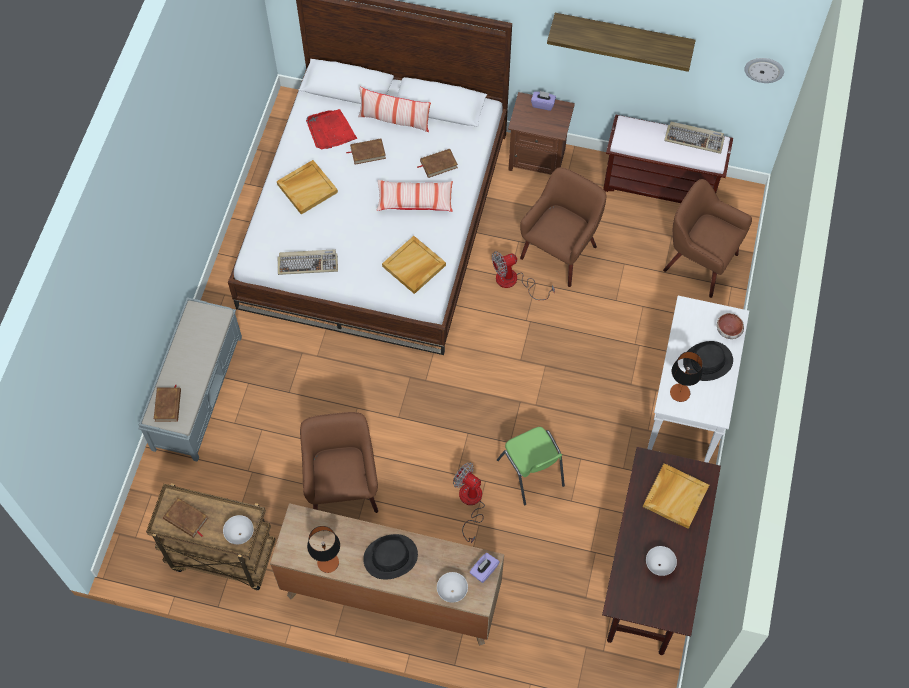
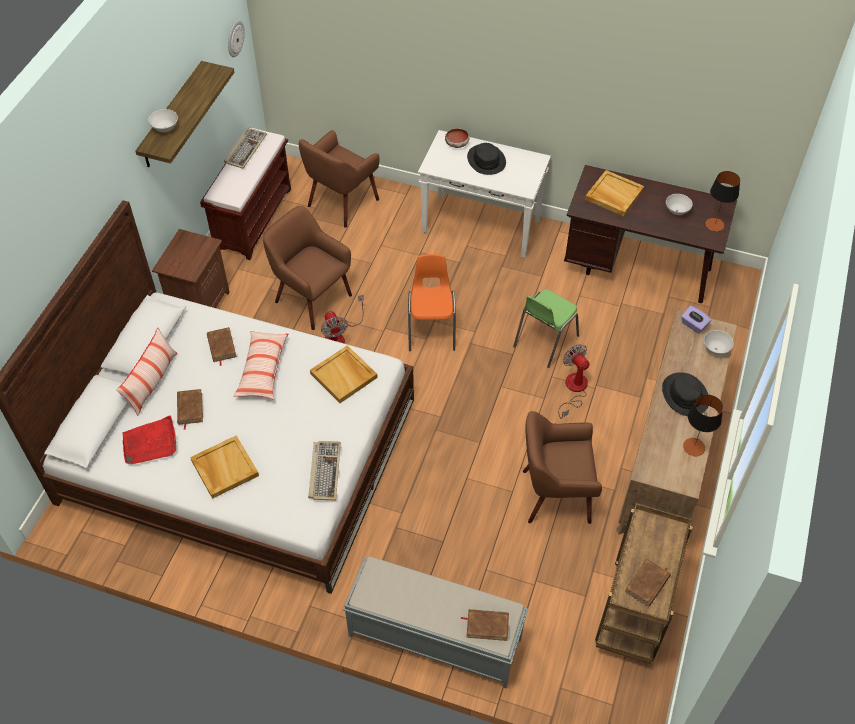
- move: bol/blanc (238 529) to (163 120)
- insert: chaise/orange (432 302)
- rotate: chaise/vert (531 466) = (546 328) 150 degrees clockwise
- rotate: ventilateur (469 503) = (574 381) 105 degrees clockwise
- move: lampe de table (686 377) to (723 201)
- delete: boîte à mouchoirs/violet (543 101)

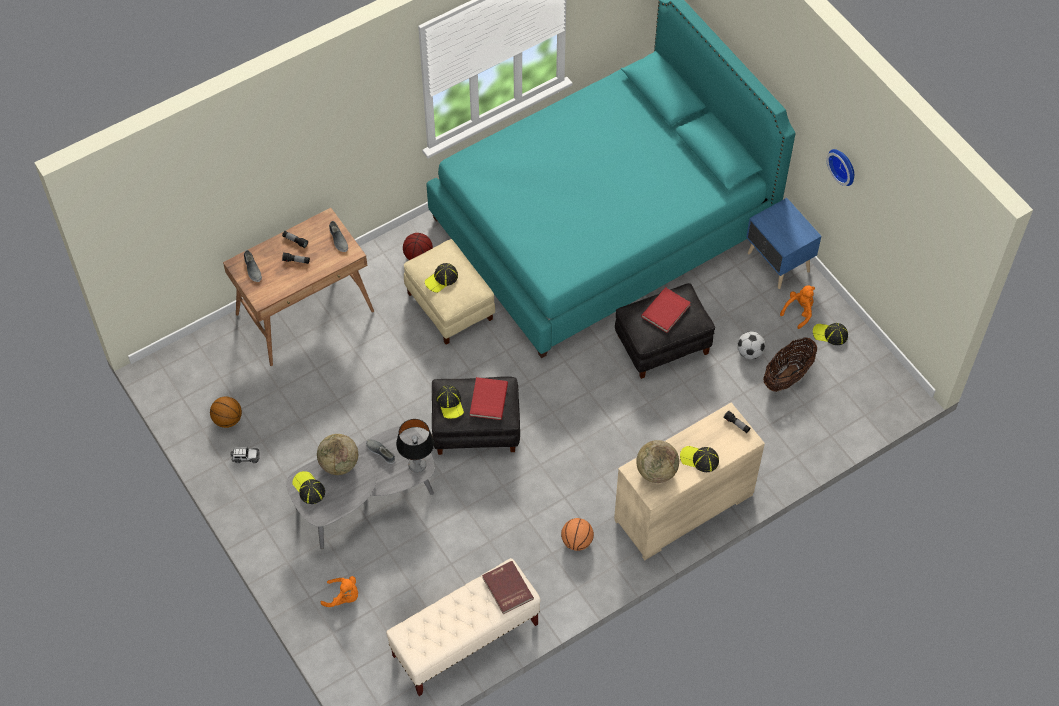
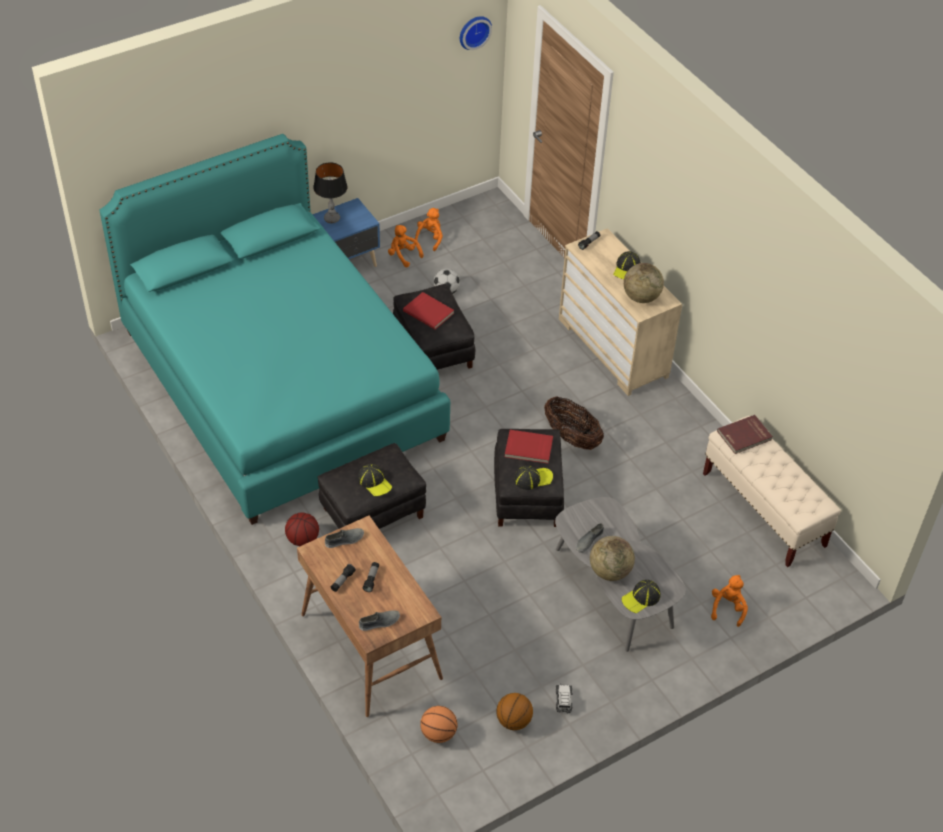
- move: lampe de table (415 446) to (330 192)
- recolor: pouf/beige (449 292) to pouf/noir (371 486)
- replace: casquette (830 334) to peluche/orange (428 229)
- move: ballon de basket (577 534) to (438 724)
- move: horloge murale (840 167) to (476 33)
- move: panier (790 364) to (574 423)

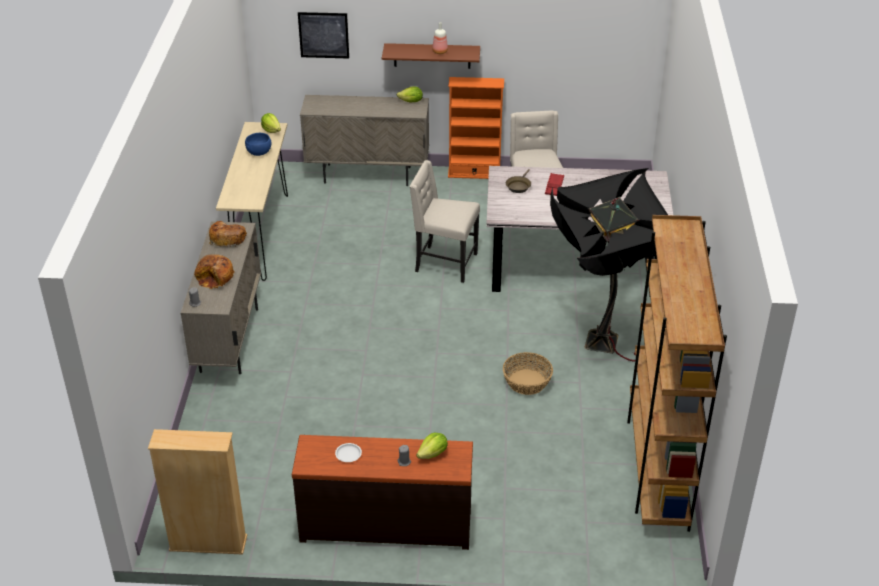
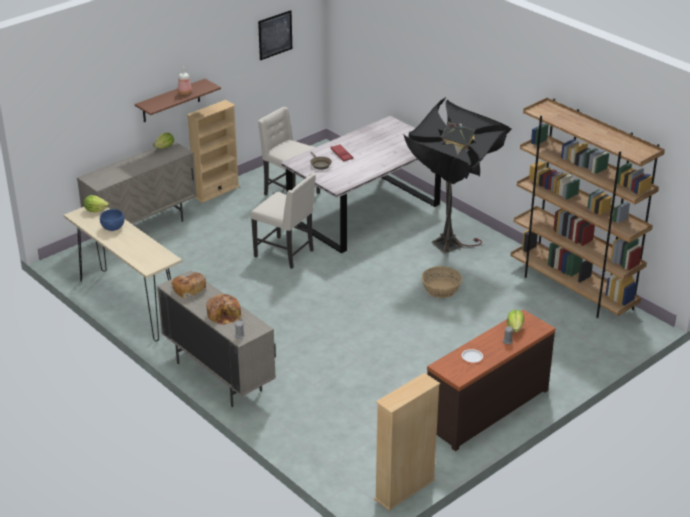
- recolor: bibliothèque/orange (476 128) to bibliothèque/beige (213 151)
- rotate: chaise/beige (444 221) = (283 221) 120 degrees counterclockwise
- move: tableau (323 35) to (275 35)

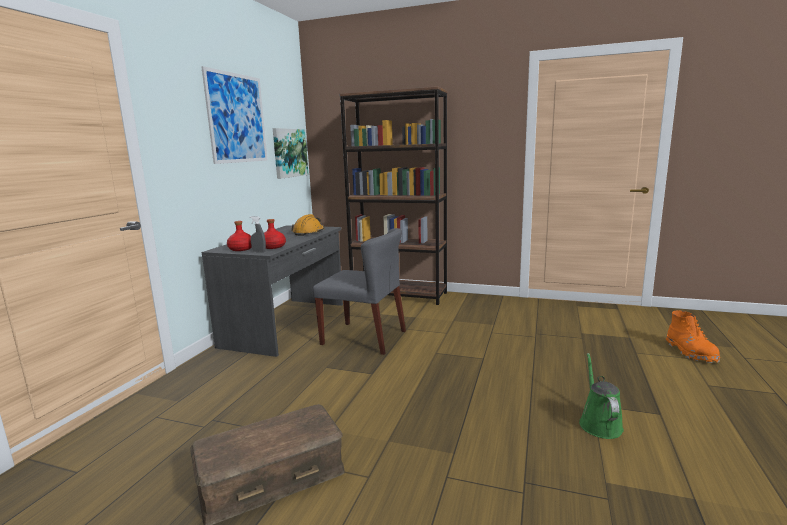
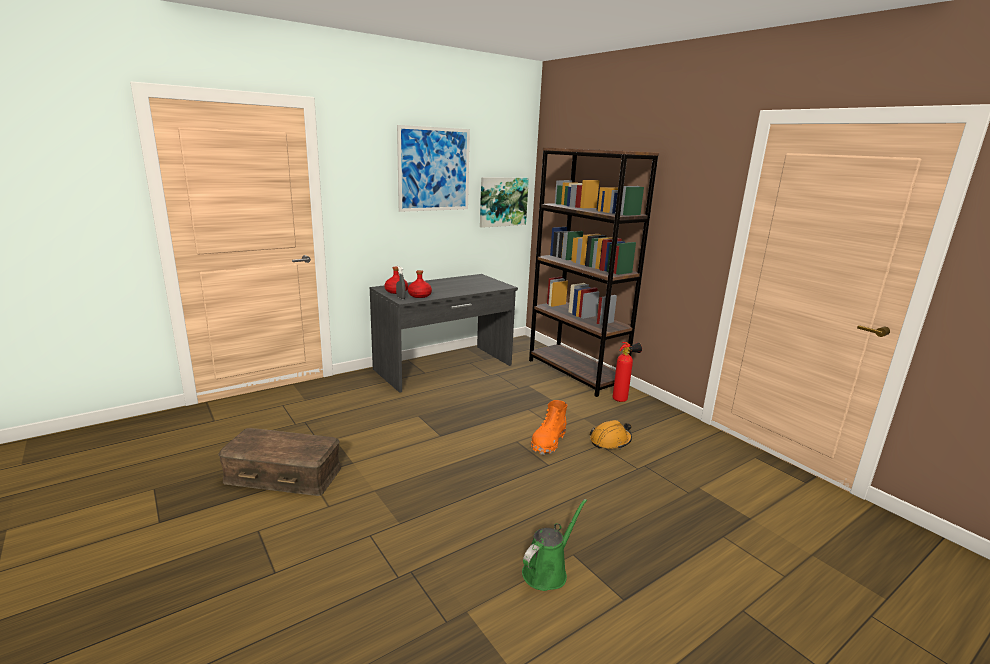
- move: botte/orange (693 336) to (549 427)
- move: casque de chantier/orange (307 225) to (610 434)
- insert: extincteur (627 372)
- delete: chaise/gris (359 291)

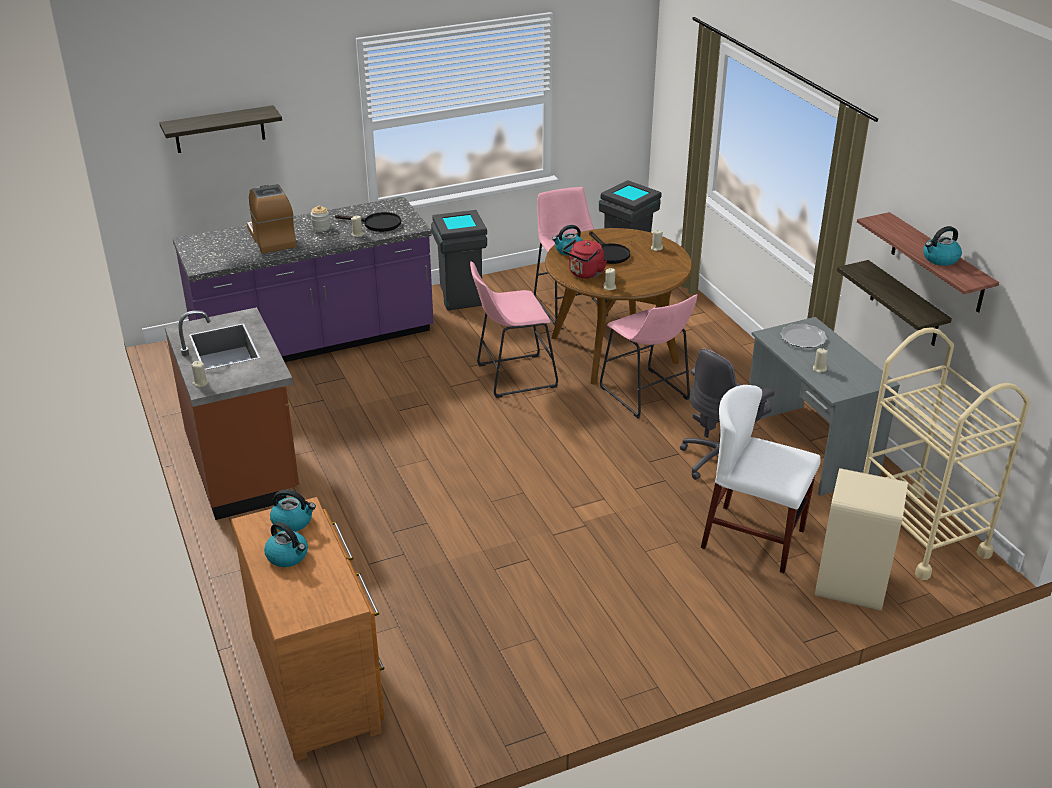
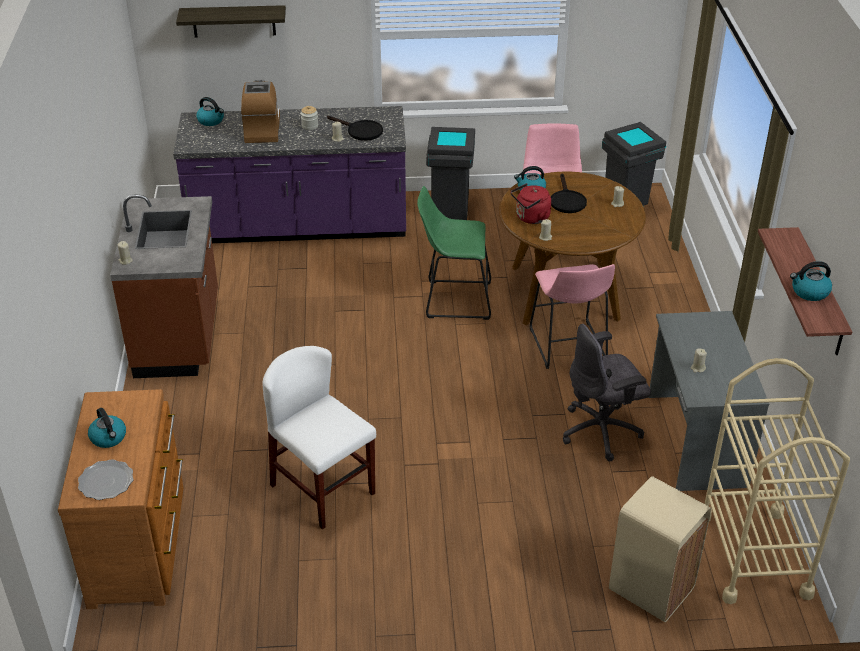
- move: assiette (803 336) to (106 479)
- move: bouilloire (293 511) to (210 111)
- move: chaise/blanc (761 479) to (319 437)
- recolor: tabouret/rose (514 329) to tabouret/vert (454 253)
- delete: étagère (894 303)

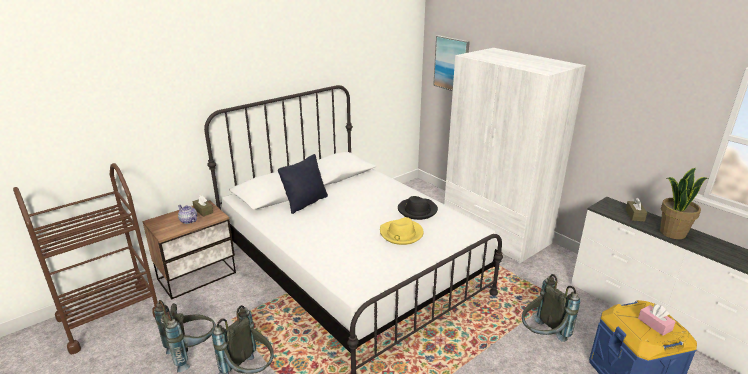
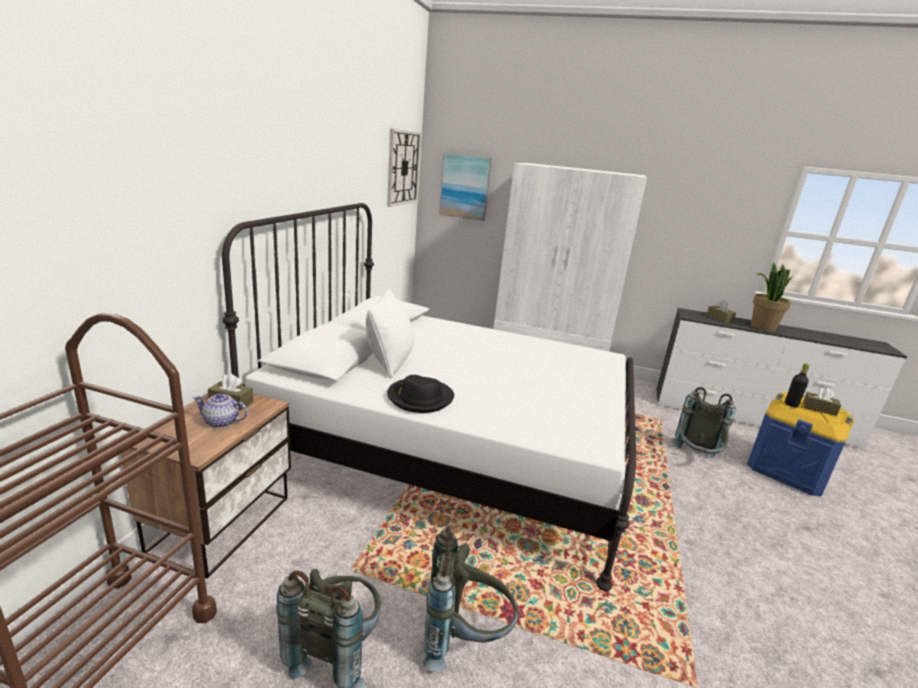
- recolor: coussin/noir (303 184) to coussin/blanc (390 333)
- insert: horloge murale (404 168)
- move: chapeau/noir (418 208) to (420 394)
- insert: bouteille/noir (797 385)
- recolor: boîte à mouchoirs/rose (657 319) to boîte à mouchoirs/marron (822 401)
- delete: chapeau/jaune (402 231)

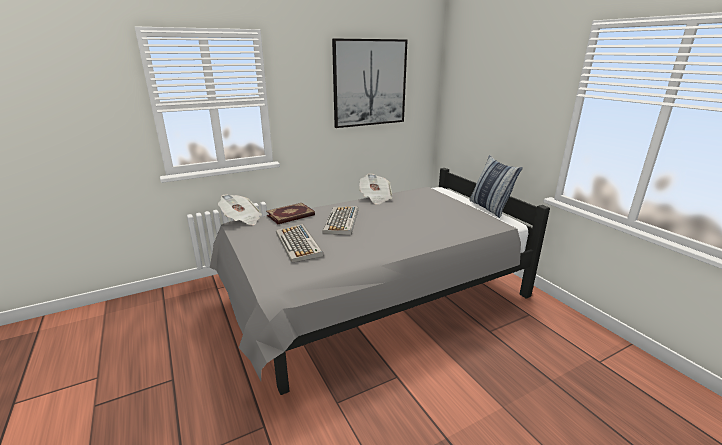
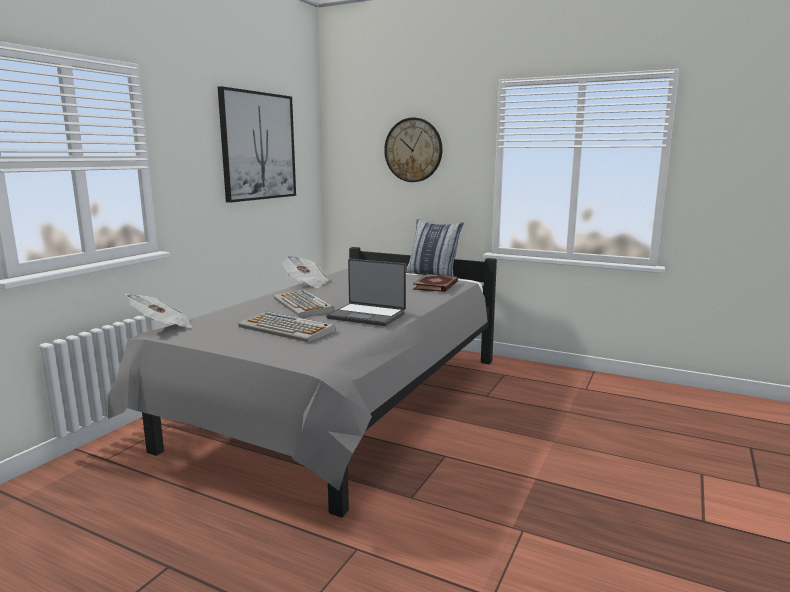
- insert: ordinateur portable (366 292)
- insert: horloge murale (413 149)
- move: livre (290 213) to (435 283)

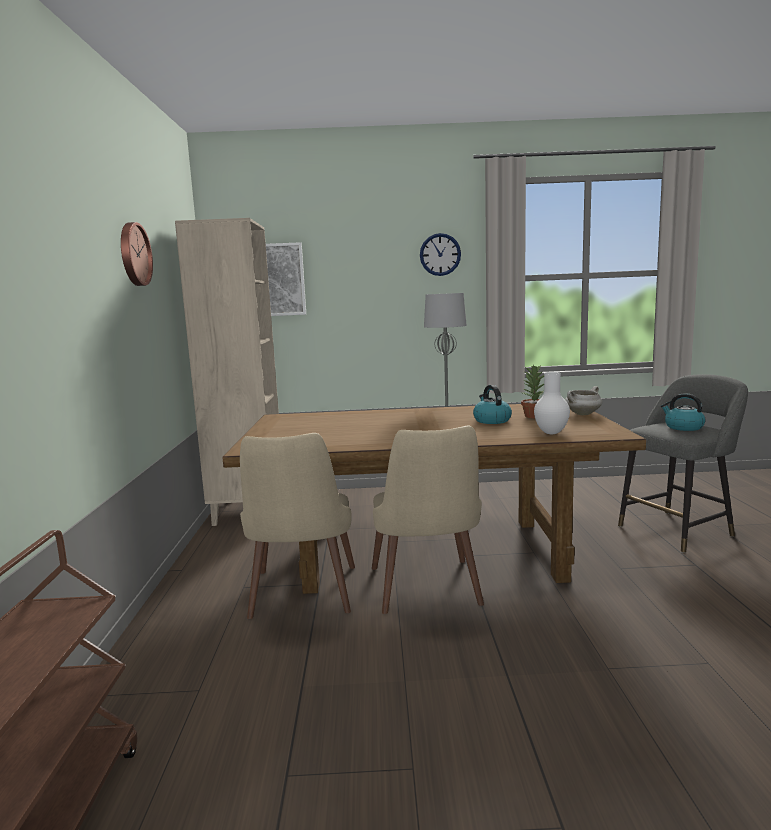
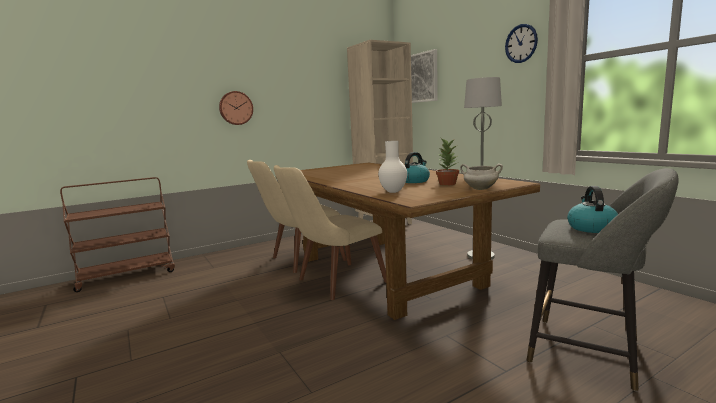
- move: horloge murale (137 254) to (236 108)

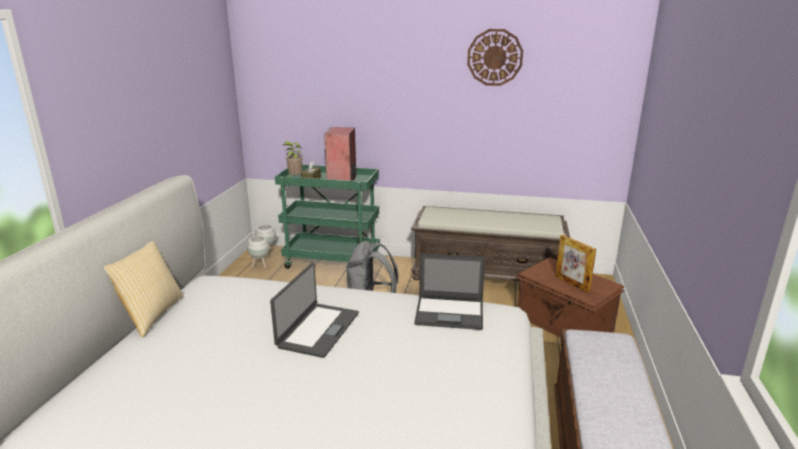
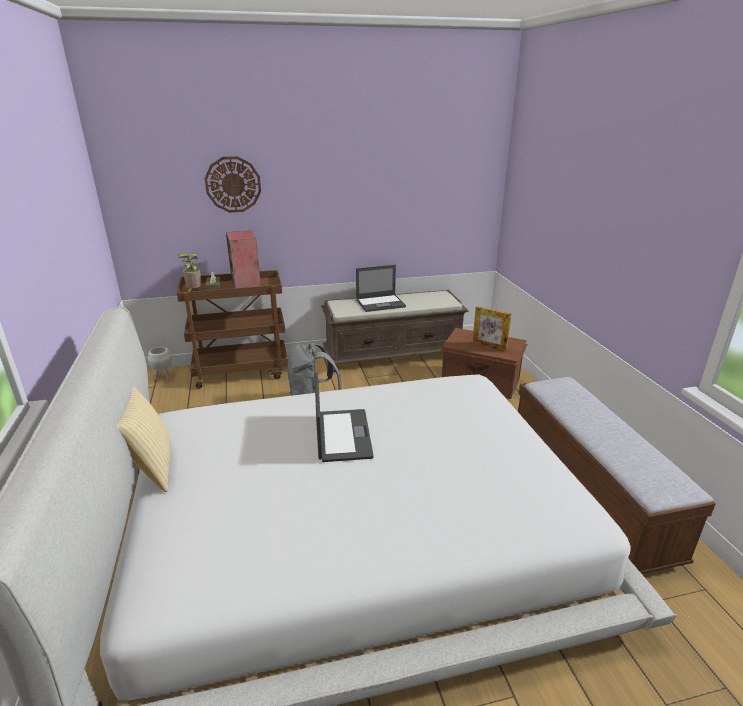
- recolor: chariot/vert (327 217) to chariot/marron (232 329)
- move: horloge murale (495 57) to (233 184)
- move: ordinateur portable (449 291) to (381 288)
- delete: cache-pot/blanc (258 252)

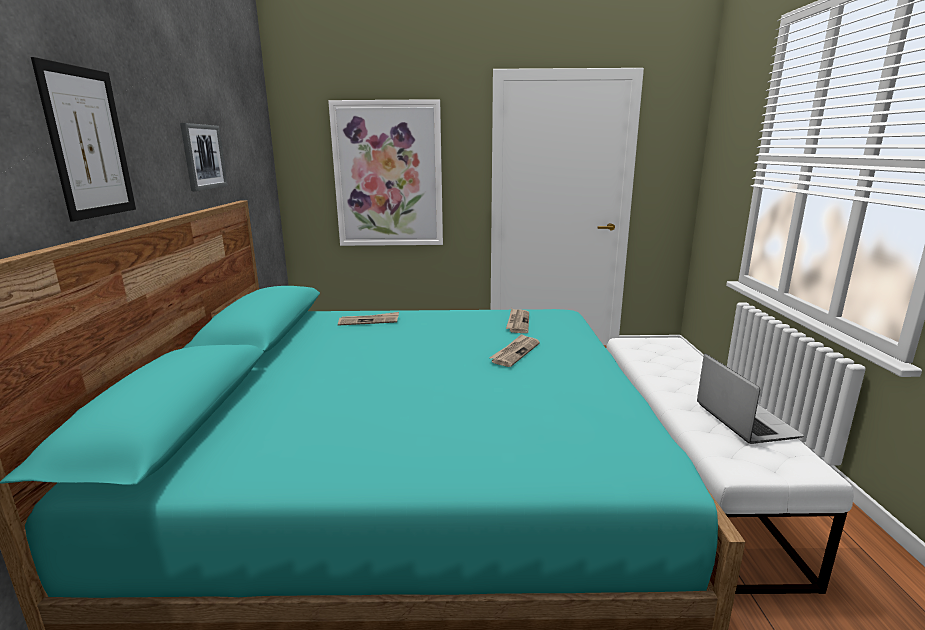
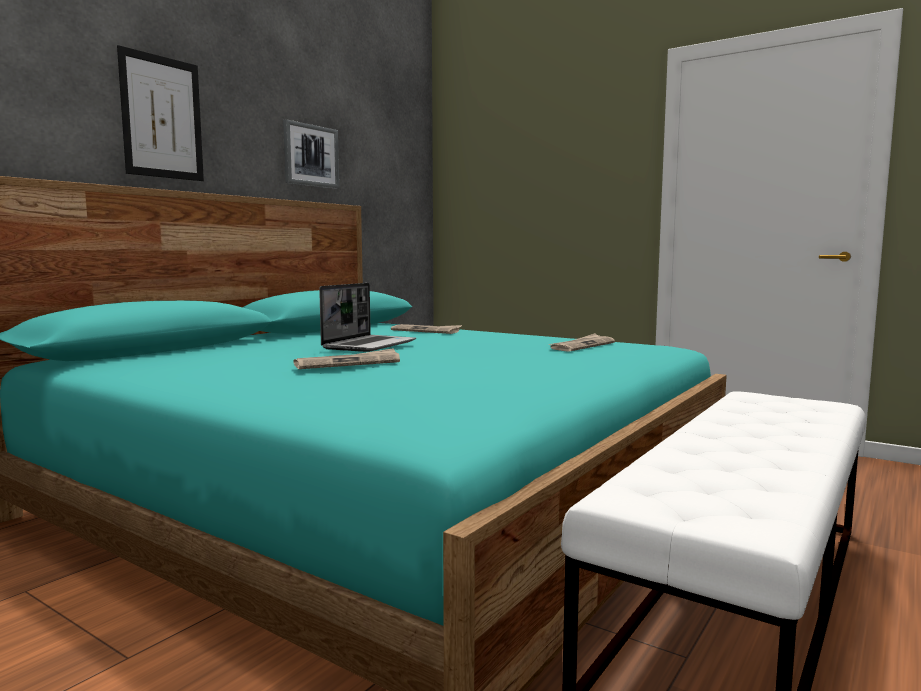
- move: journal (514 350) to (347 358)
- move: ordinateur portable (750 399) to (367 317)
- delete: tableau (385 172)

